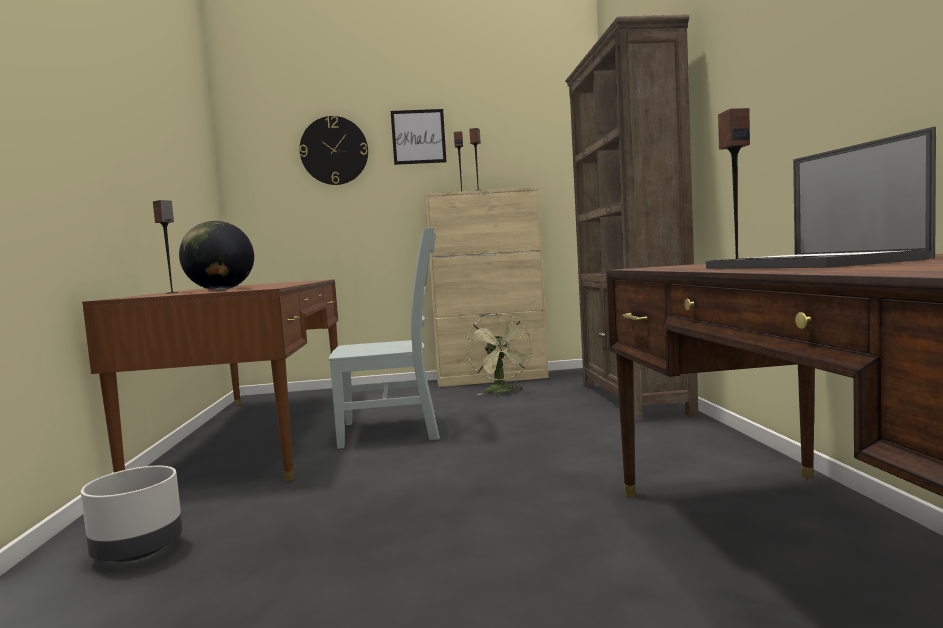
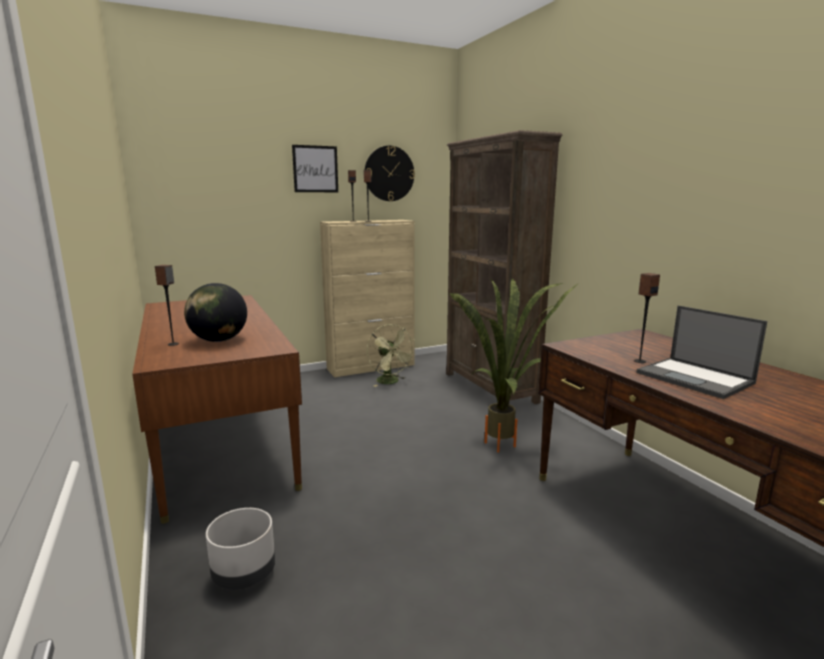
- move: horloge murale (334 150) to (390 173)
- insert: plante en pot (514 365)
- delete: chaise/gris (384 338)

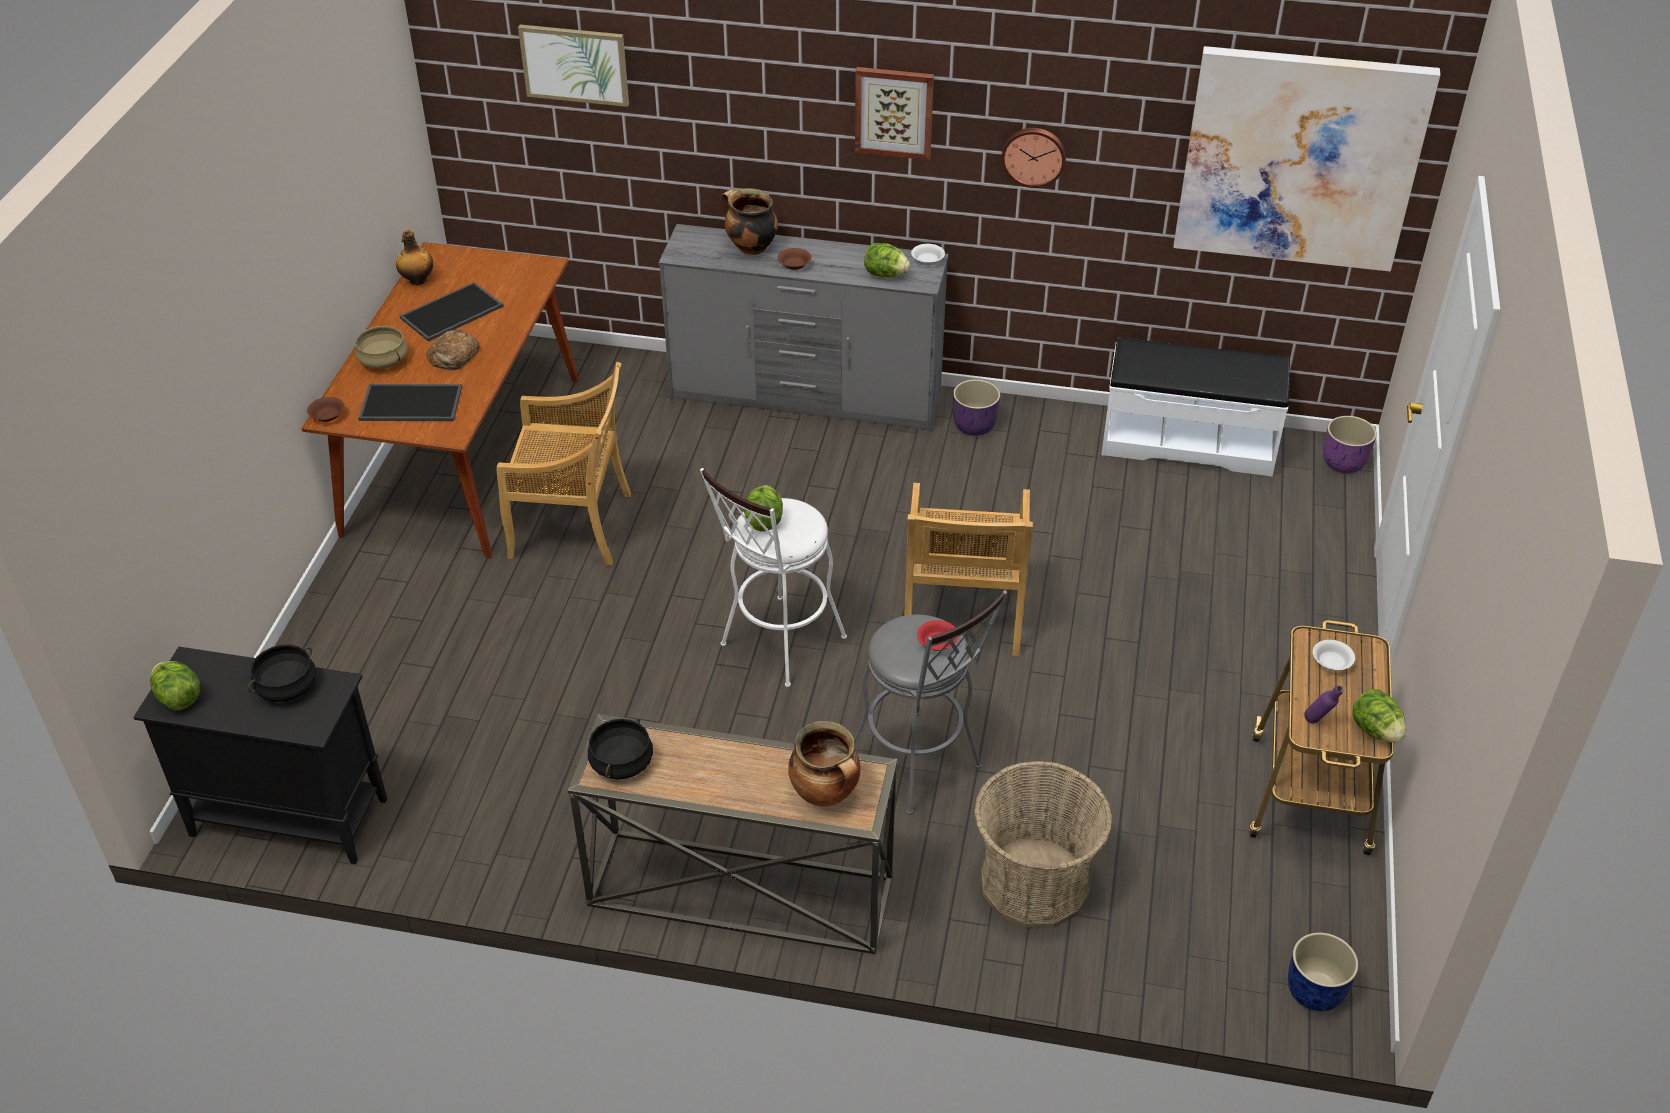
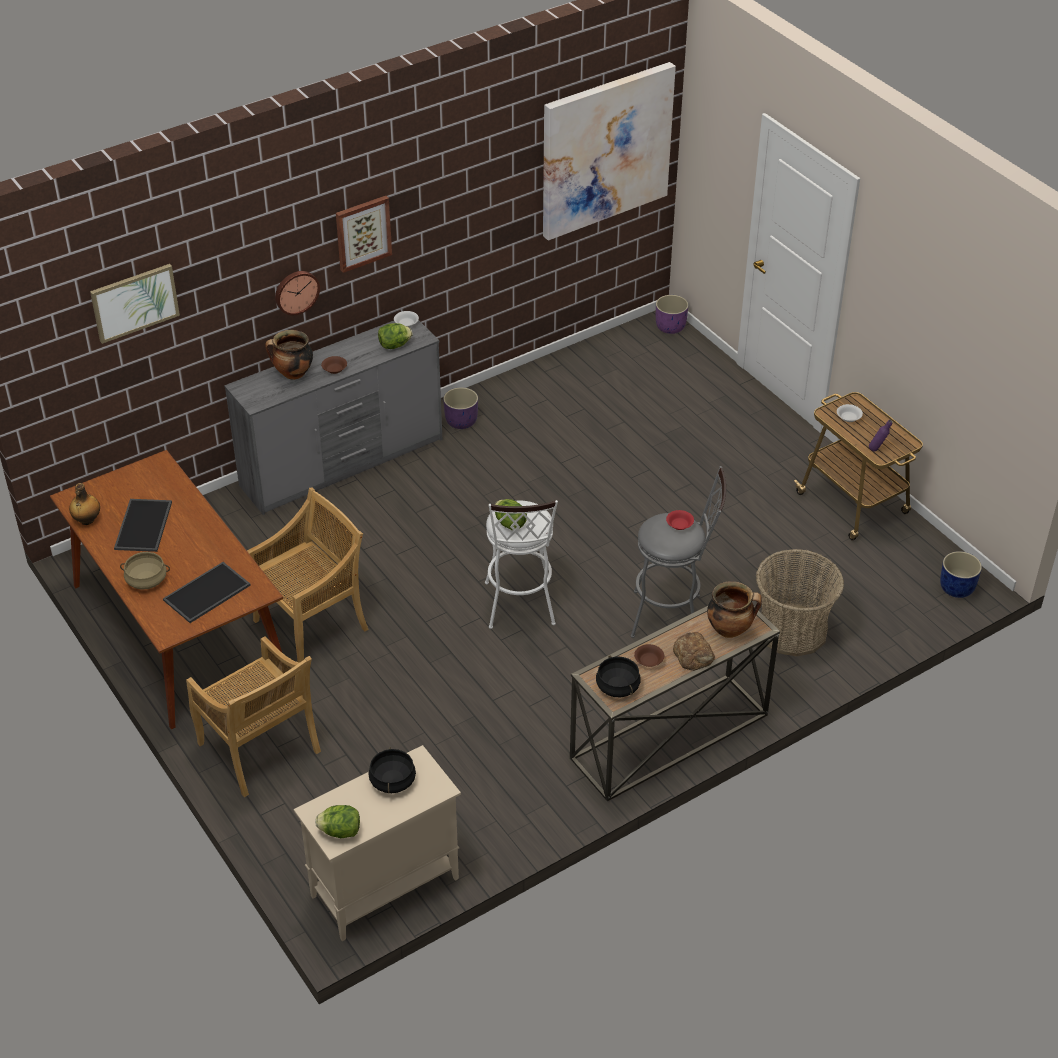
- move: chaise/beige (968 569) to (253 716)
- move: horloge murale (1034 158) to (297 293)
- recolor: meuble de rangement/noir (260 755) to meuble de rangement/beige (377 843)
- move: bol/marron (325 409) to (649 655)
- move: pain (453 350) to (694 651)
- delete: banc/blanc (1195 407)
- delete: laitue (1379 715)

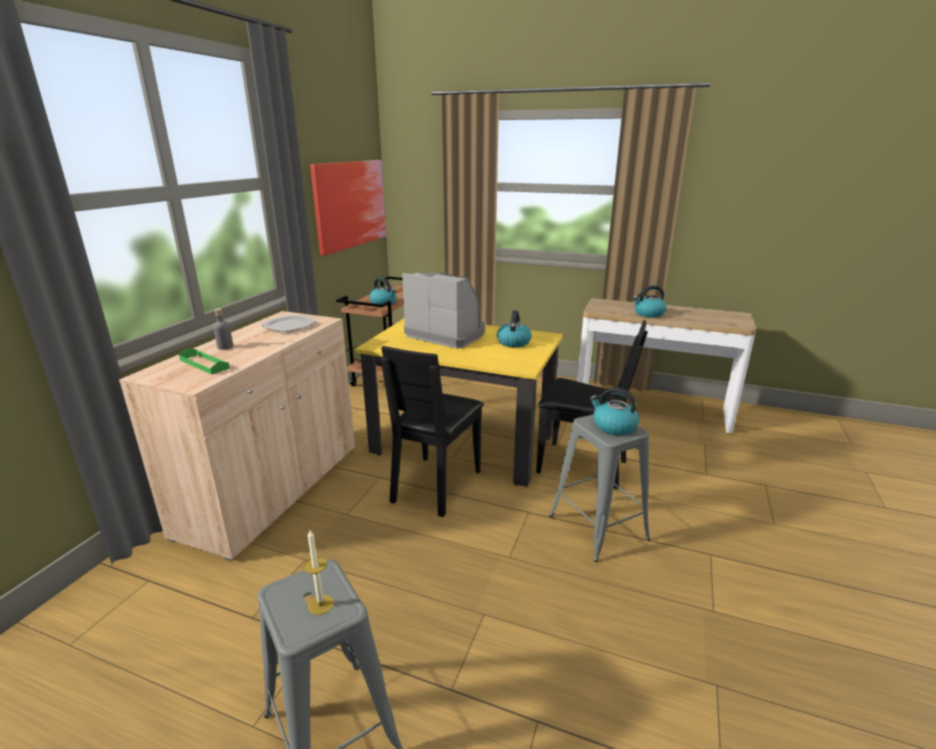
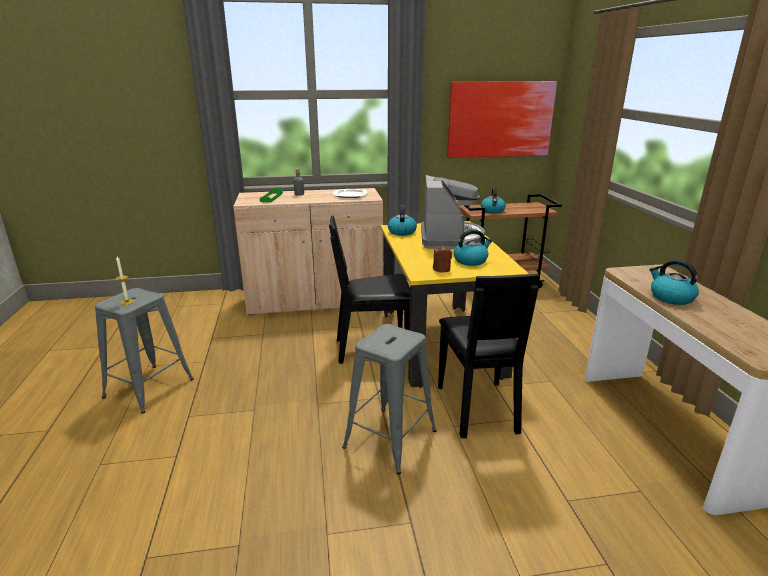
- move: bouilloire (614 411) to (402 220)
- insert: bougie/marron (442 259)

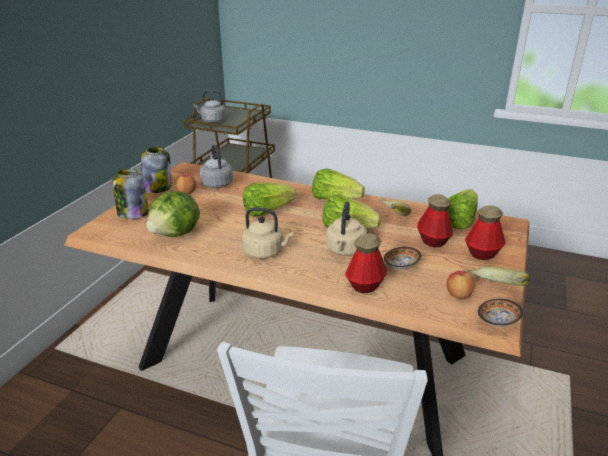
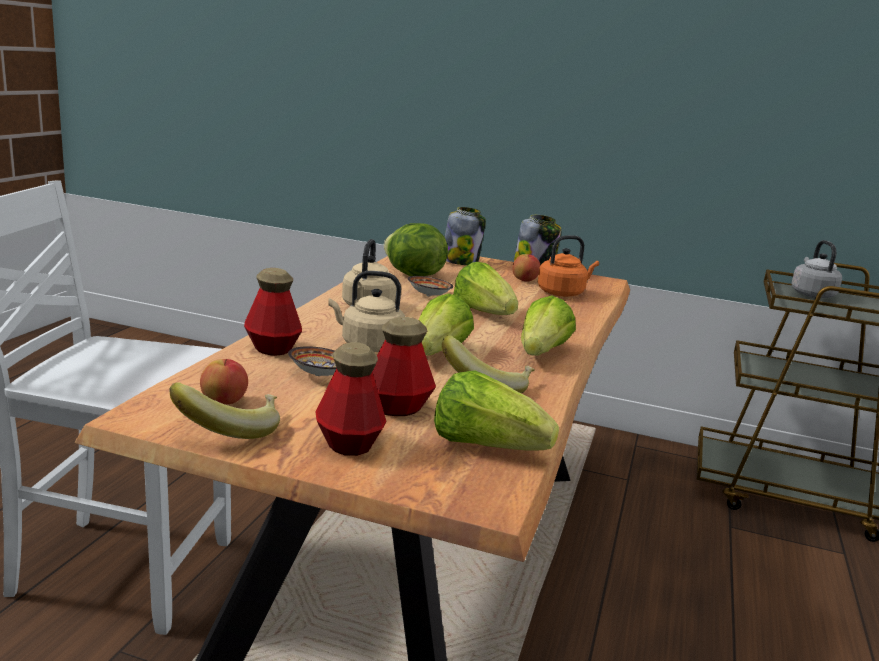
- move: bol (500 313) to (430 286)
- recolor: bouilloire/gris (216 166) to bouilloire/orange (568 266)

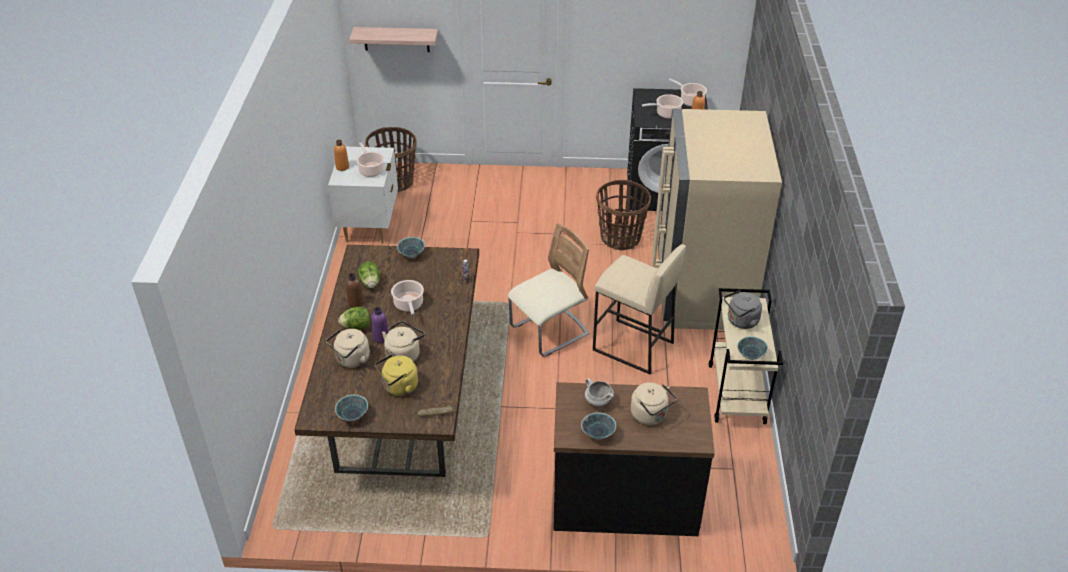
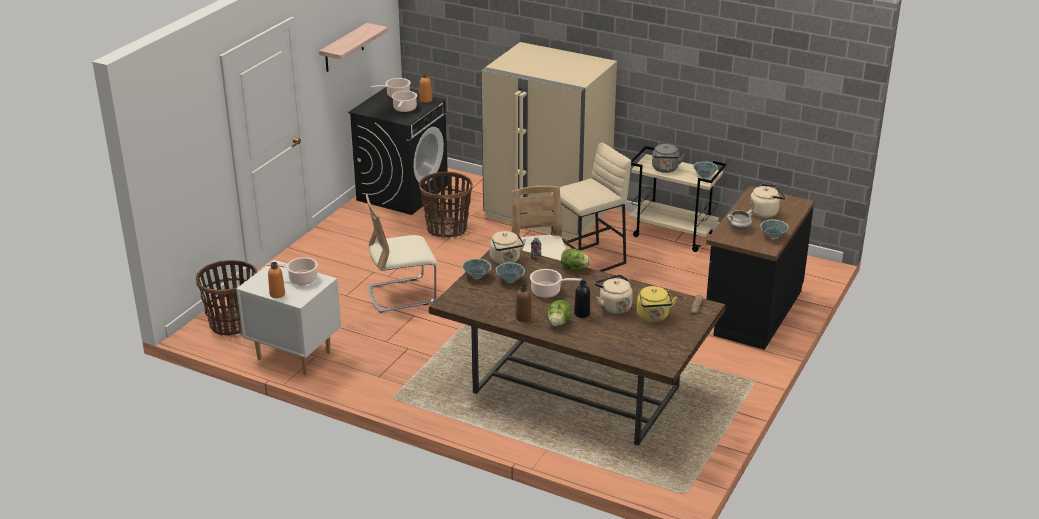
- move: étagère (393 39) to (353 47)
- insert: chaise/beige (402 253)
- move: bouilloire/beige (348 348) to (508 247)
- move: bol (351 408) to (510 272)
- move: laitue (368 275) to (575 259)
- recolor: bouteille/violet (380 325) to bouteille/noir (582 299)

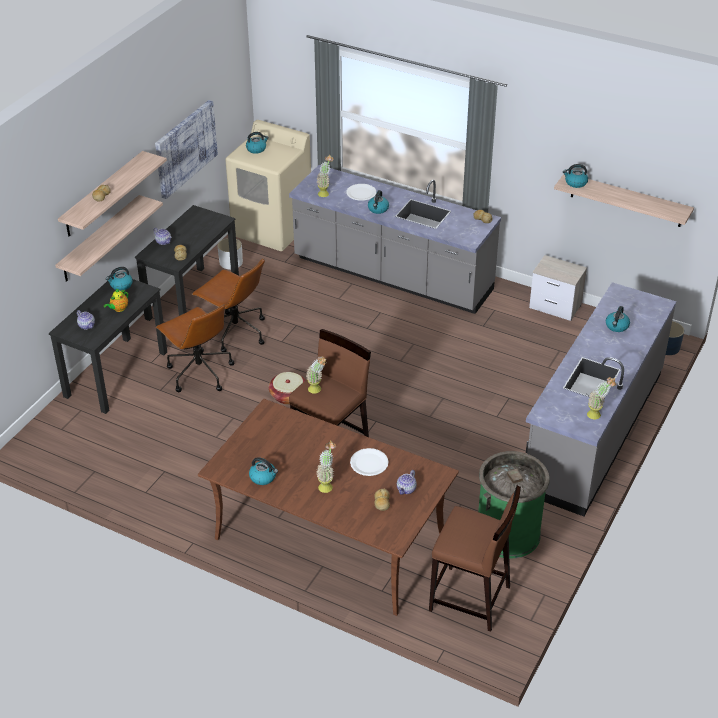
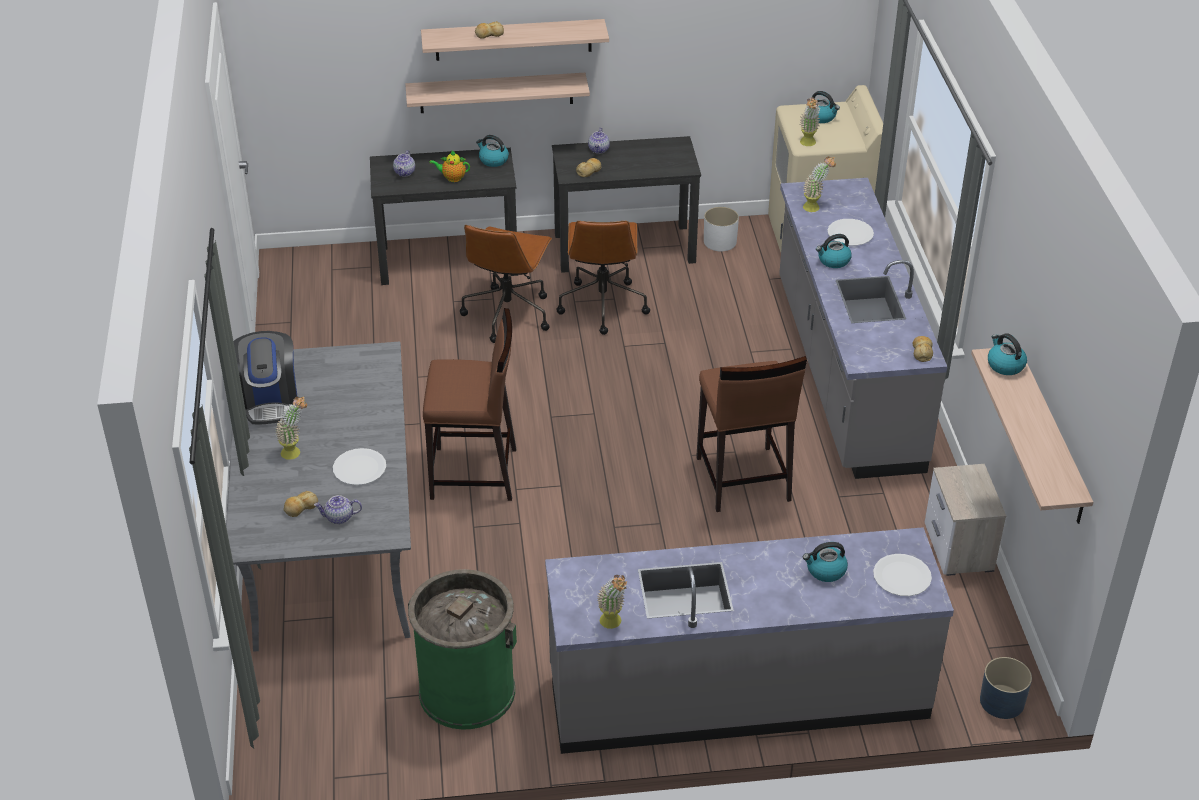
- recolor: table à manger/marron (328 507) to table à manger/gris (318 497)
- replace: bouilloire (263 471) to machine à café (265 378)
- move: tabouret/marron (475 558) to (751 434)
- move: plante en pot (316 375) to (810 121)
- insert: assiette/blanc (902 575)
- delete: tableau (186 149)
- delete: panier (287 388)

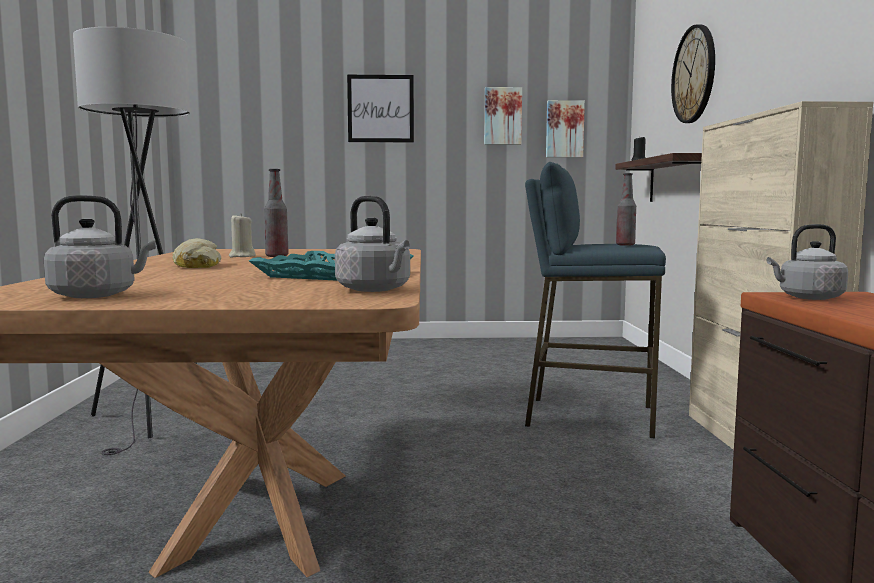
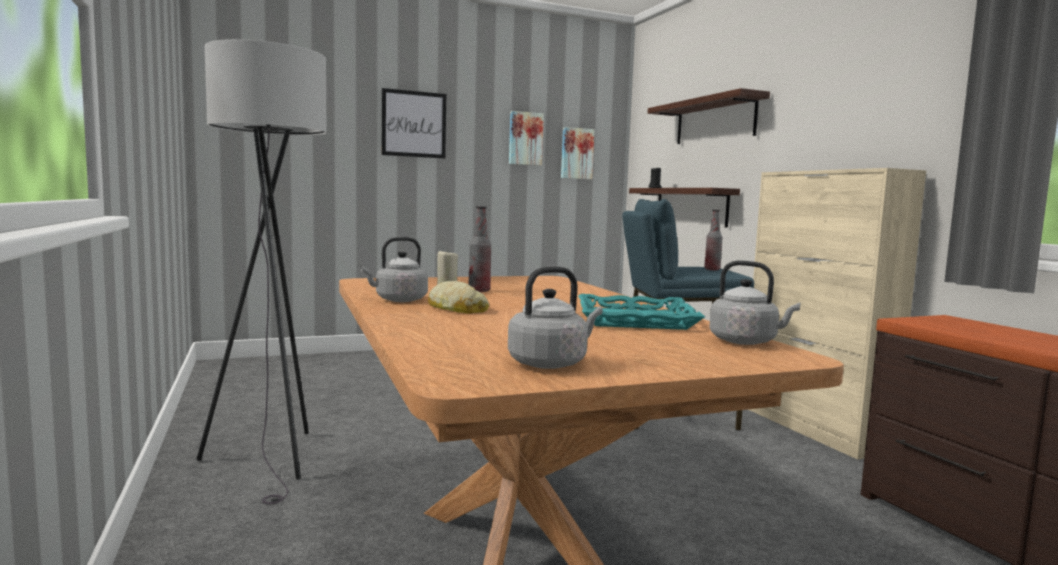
- move: bouilloire/gris (807 262) to (394 269)
- replace: horloge murale (693 73) to étagère (709 116)

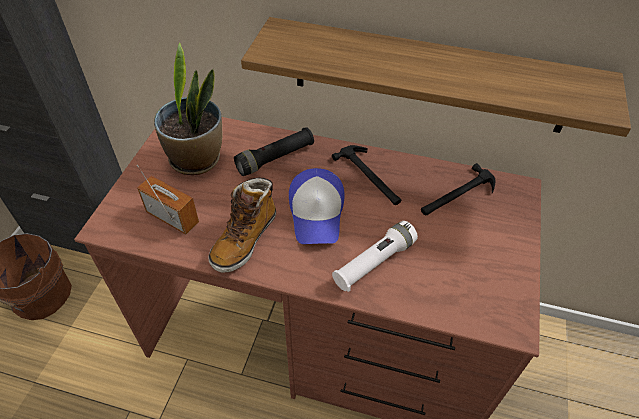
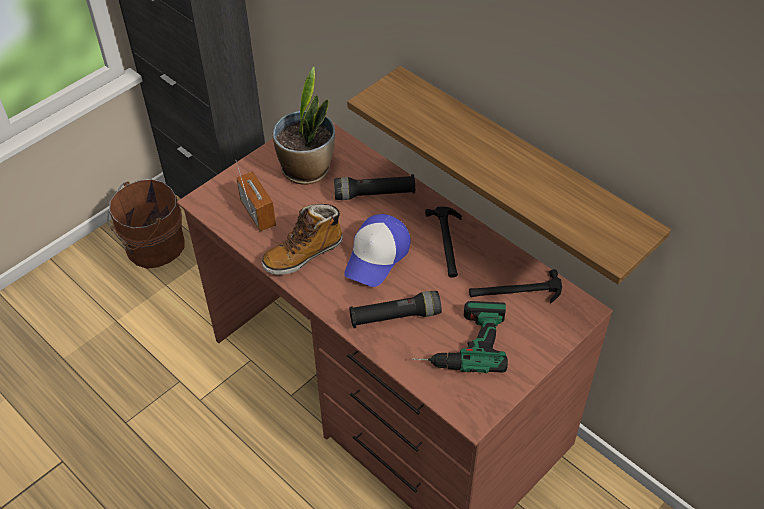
- recolor: lampe de poche/blanc (375 256) to lampe de poche/noir (395 309)
- insert: perceuse (460 337)

